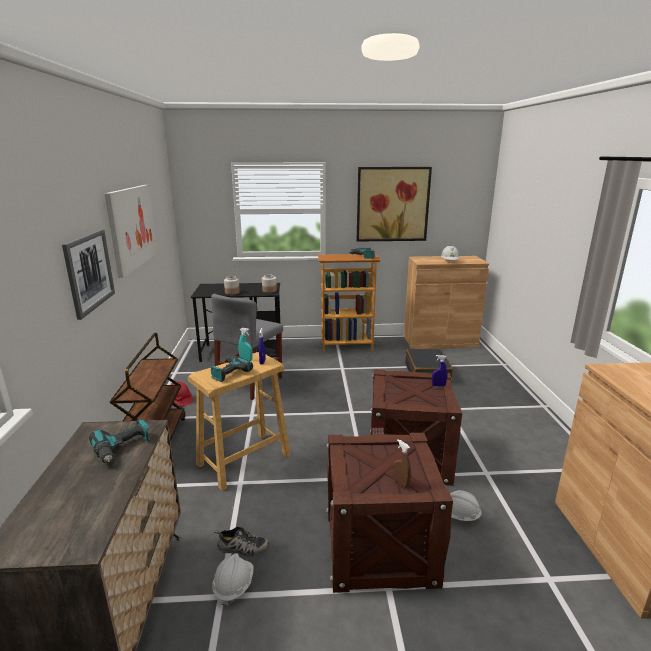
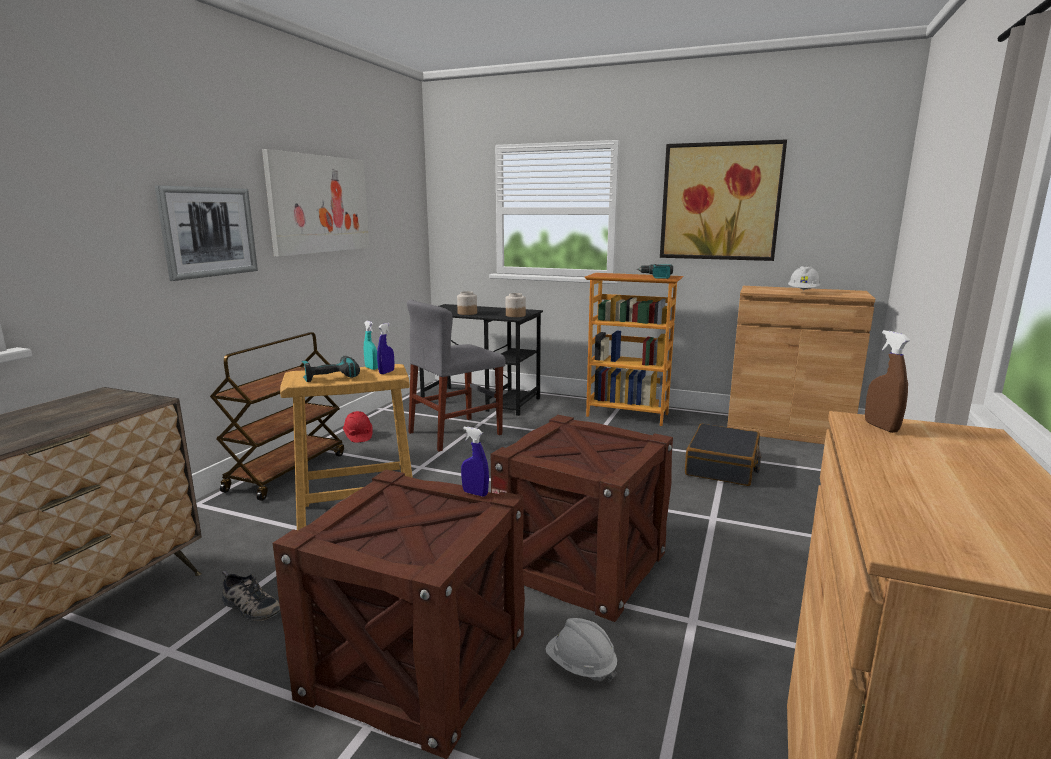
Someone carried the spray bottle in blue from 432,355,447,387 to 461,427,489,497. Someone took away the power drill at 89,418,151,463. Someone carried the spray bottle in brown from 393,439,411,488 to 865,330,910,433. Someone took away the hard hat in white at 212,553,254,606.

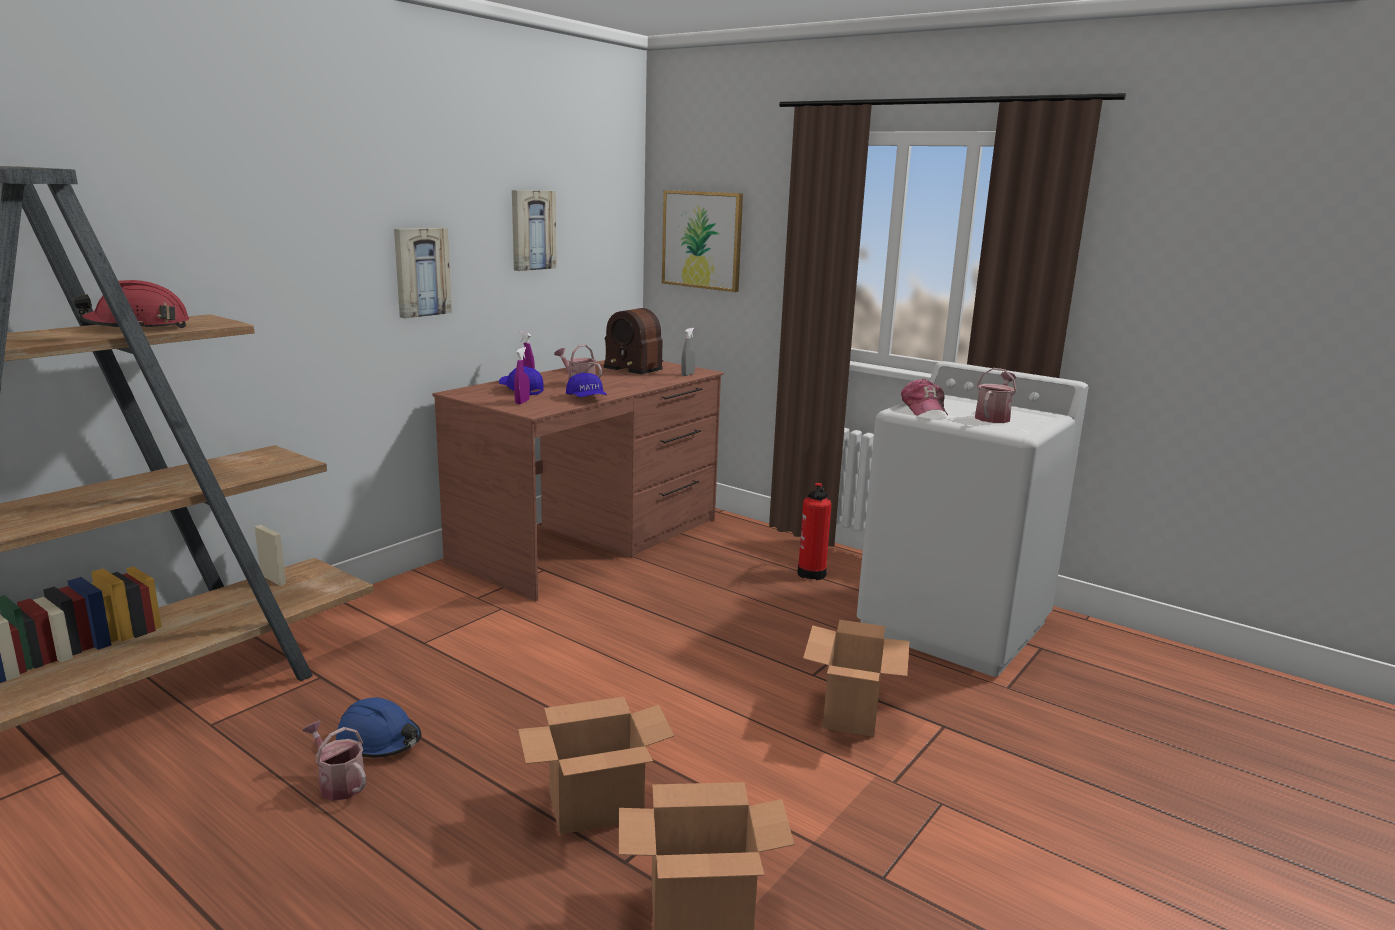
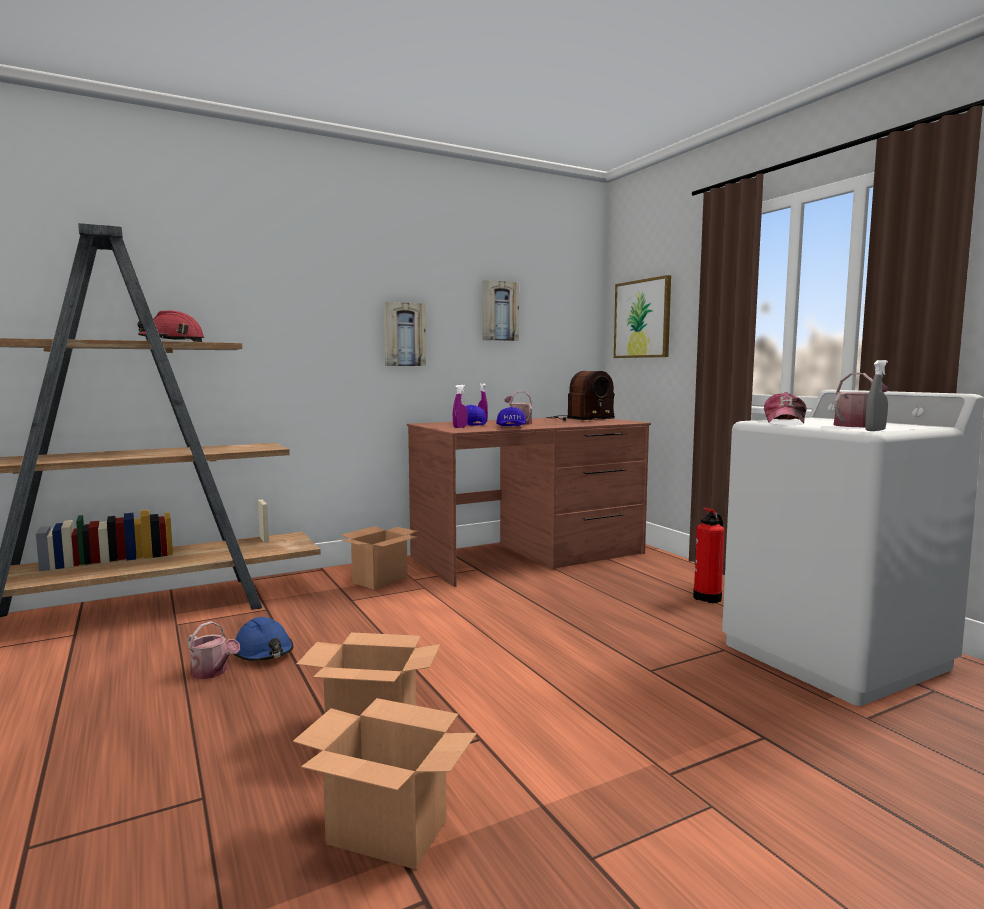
Someone rotated the radio at 603,308,663,374 by 90 degrees counterclockwise. Someone carried the spray bottle in grey from 681,328,695,376 to 865,360,888,431. Someone carried the cardboard box from 803,620,909,737 to 339,526,418,590. Someone rotated the watering can at 302,721,366,801 by 150 degrees clockwise.

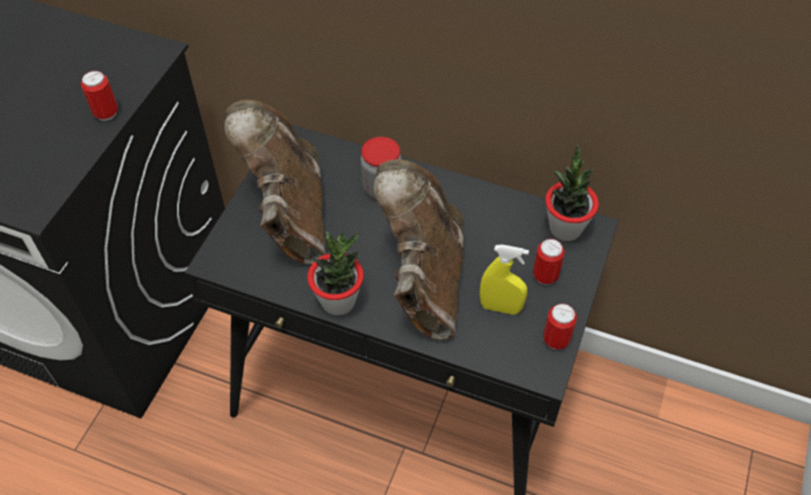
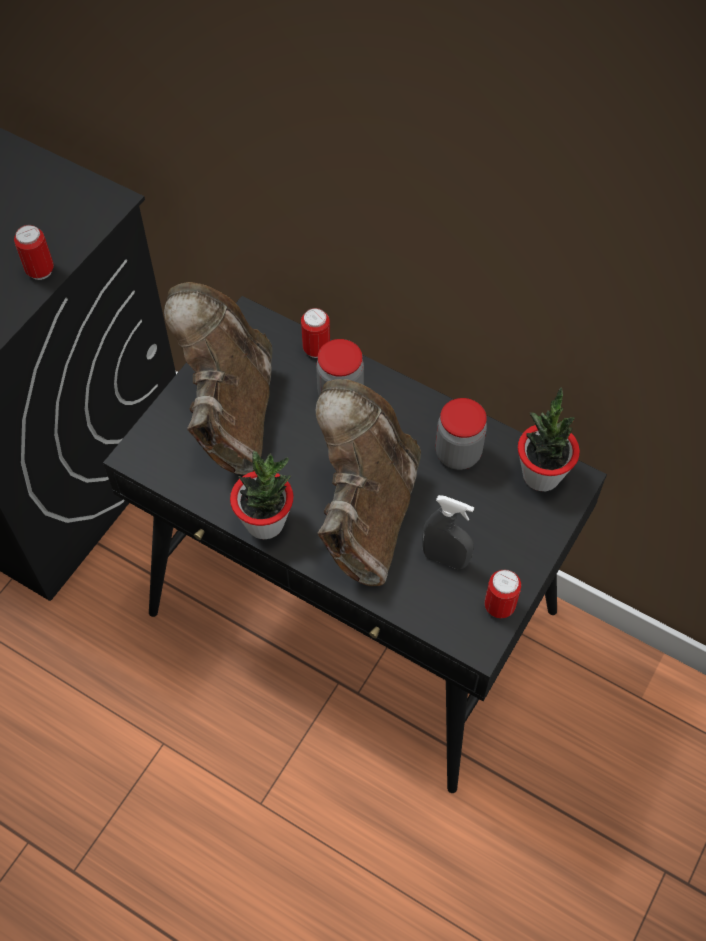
Someone carried the can from 533,239,565,285 to 301,308,330,358. Someone repainted the spray bottle in yellow at 480,245,529,315, which became the spray bottle in grey at 422,495,474,570. Someone put down the jar at 435,398,487,470.

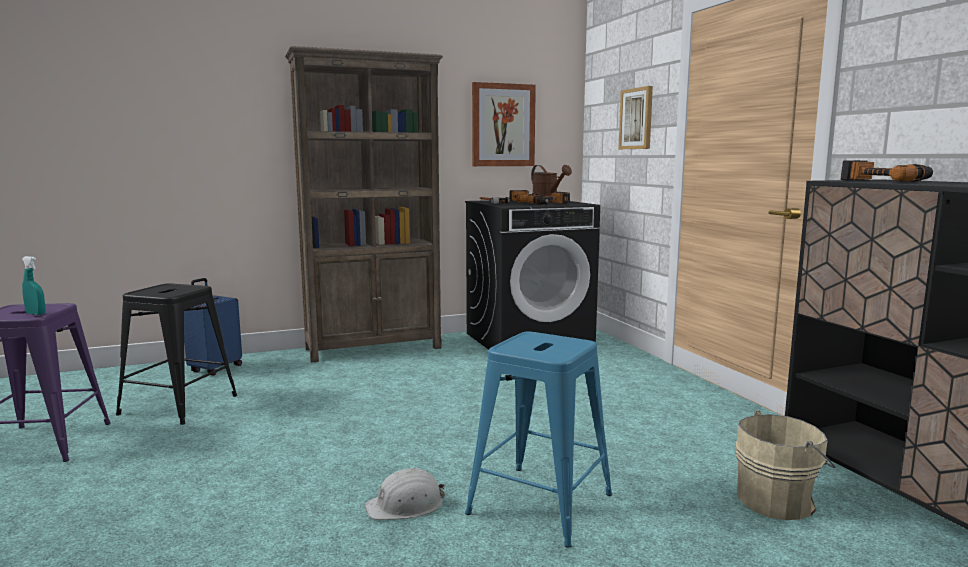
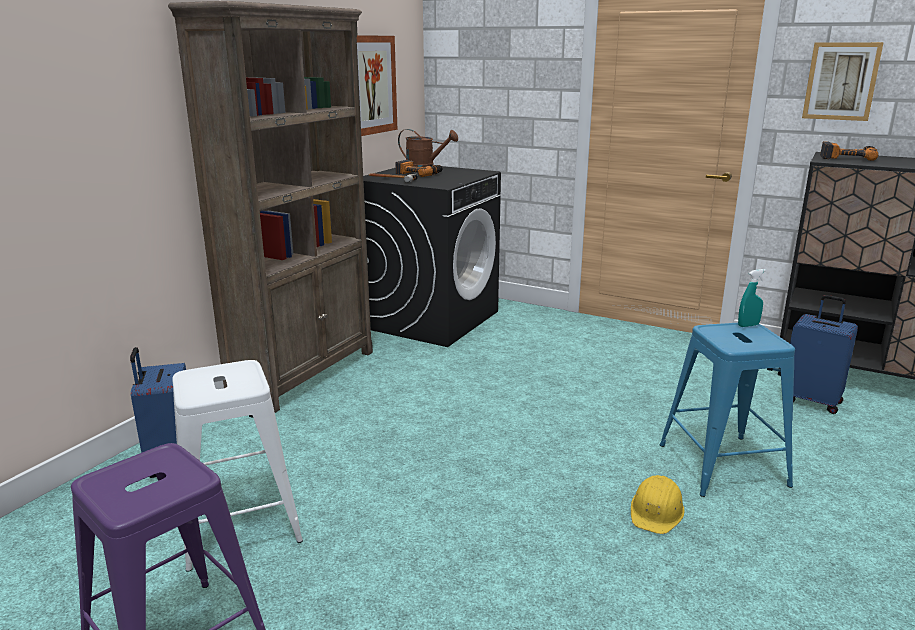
Someone carried the picture from 619,86,653,149 to 802,42,884,121. Someone took away the power drill at 528,192,570,205. Someone carried the spray bottle in turquoise from 22,256,45,315 to 738,269,766,327. Someone repainted the stool in black at 116,283,237,425, which became the stool in white at 172,360,303,572. Someone swapped the bucket in beige at 735,410,835,520 for the suitcase in blue at 790,295,858,414. Someone repainted the hard hat in white at 365,468,445,520, which became the hard hat in yellow at 631,475,685,534.

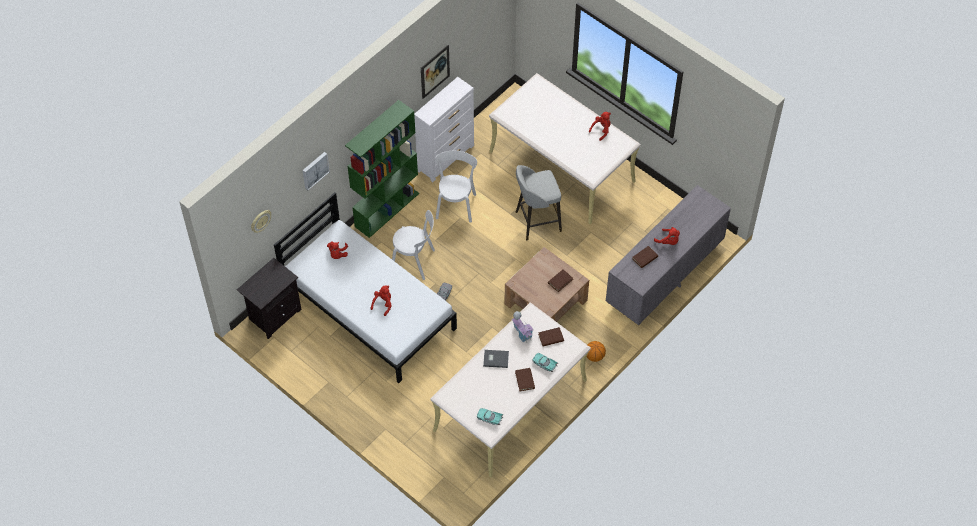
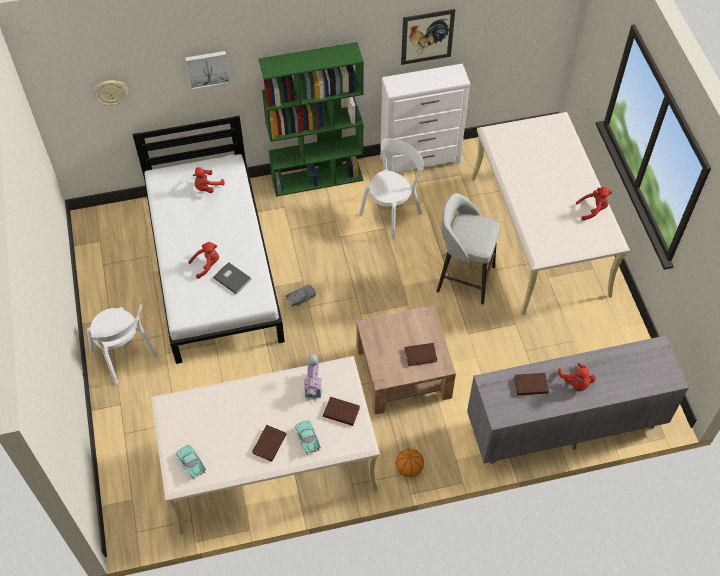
Someone carried the chair in white from 392,210,435,280 to 87,304,158,385. Someone took away the nightstand in black at 237,258,301,339. Someone carried the book in grey from 483,350,509,368 to 213,262,251,294.

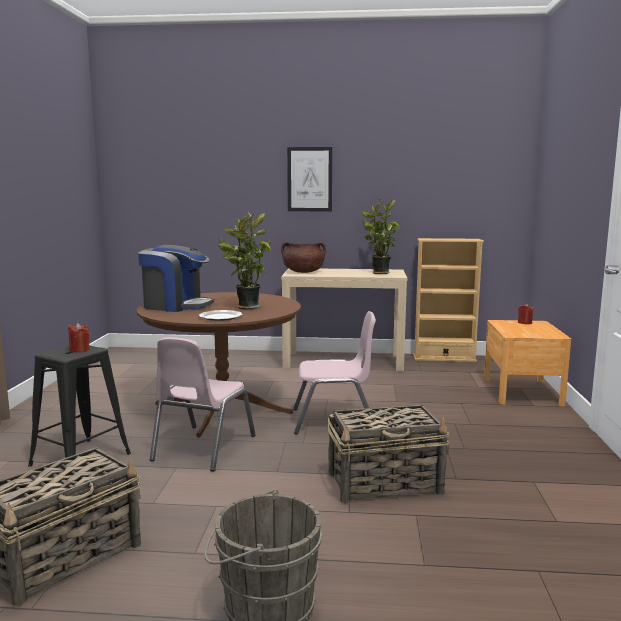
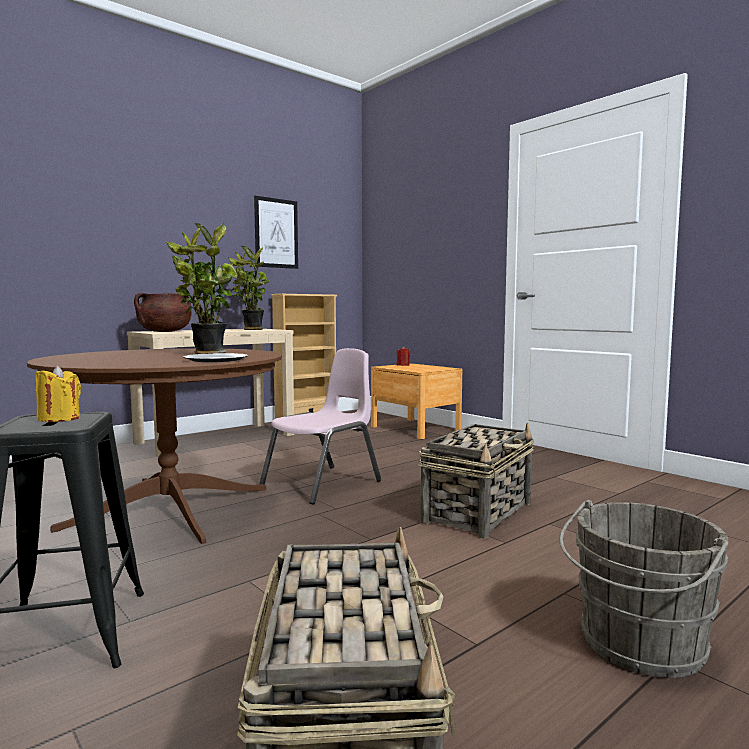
Someone carried the picture from 287,147,332,211 to 254,196,298,269. Someone took away the coffee machine at 138,245,214,312. Someone repainted the candle in red at 68,323,90,352, which became the candle in yellow at 35,365,81,422. Someone took away the chair in pink at 150,337,256,472.

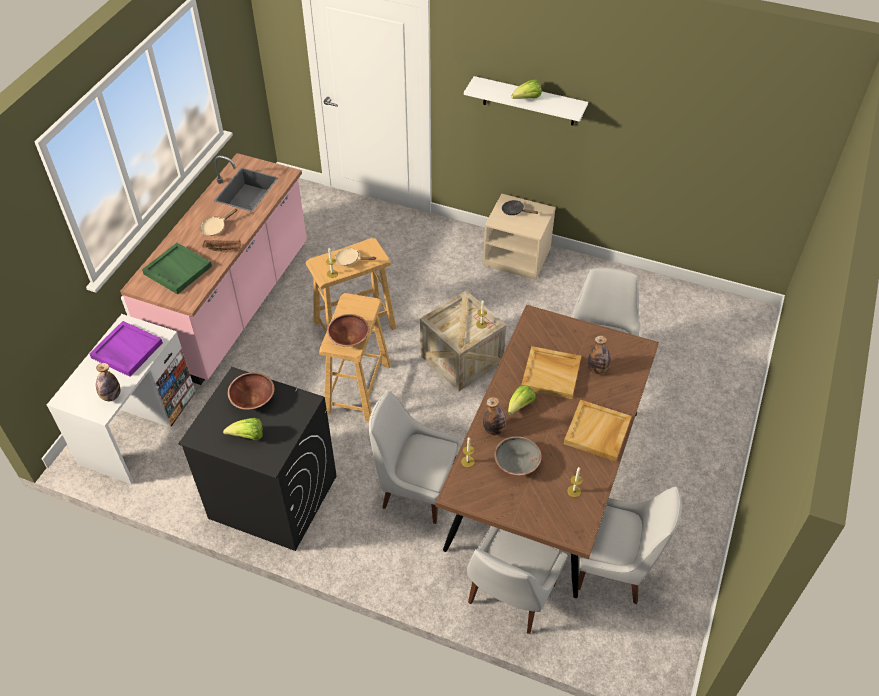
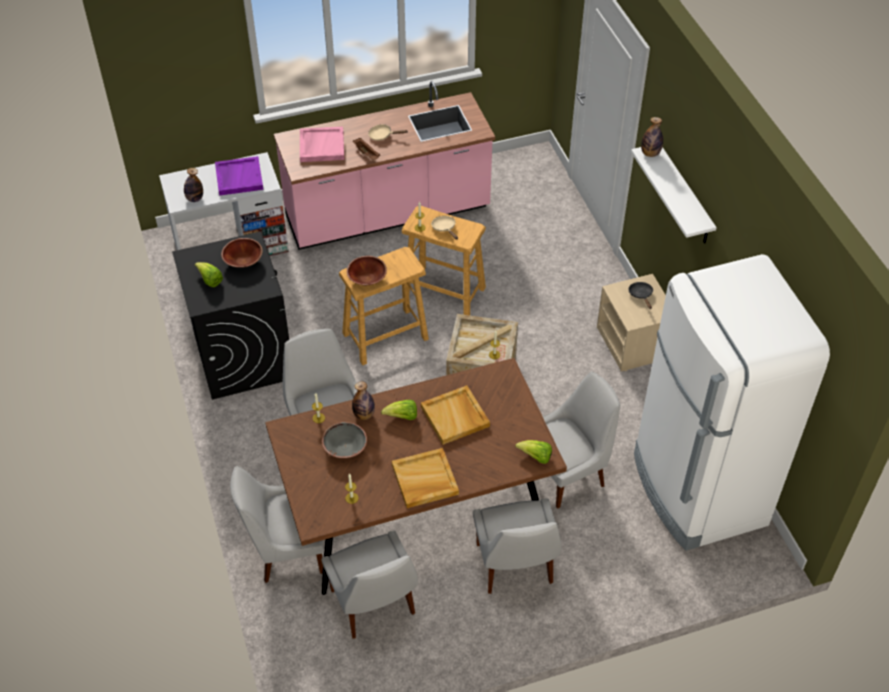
Someone carried the lettuce from 512,80,542,99 to 515,440,552,464. Someone repainted the tray in green at 142,243,212,294, which became the tray in pink at 300,127,344,162. Someone carried the bottle from 588,335,610,374 to 641,117,663,157. Someone put down the fridge in white at 634,254,830,551. Someone put down the chair in white at 473,499,562,594.

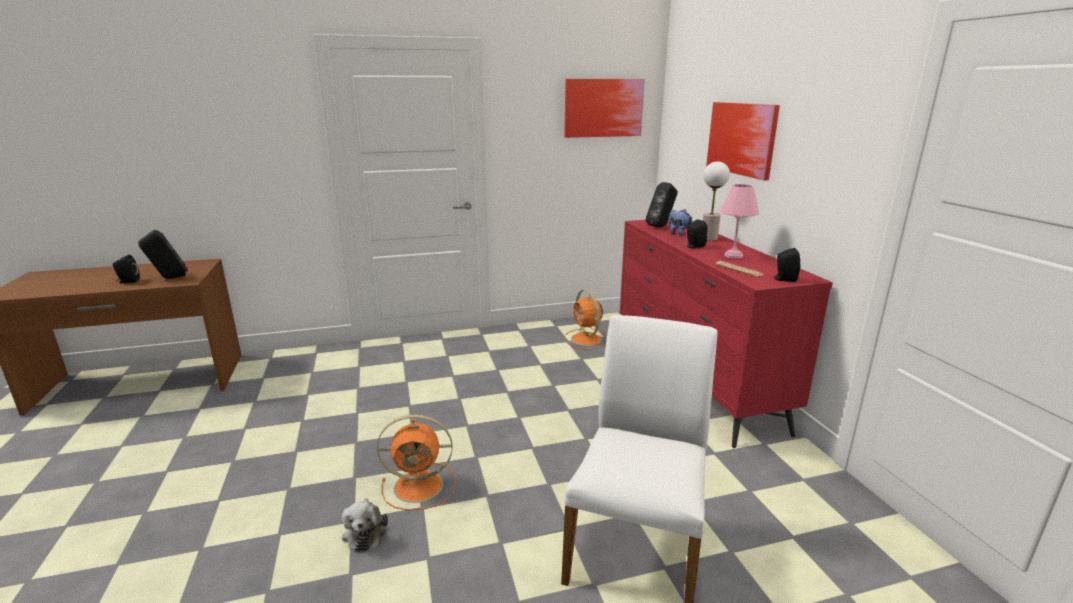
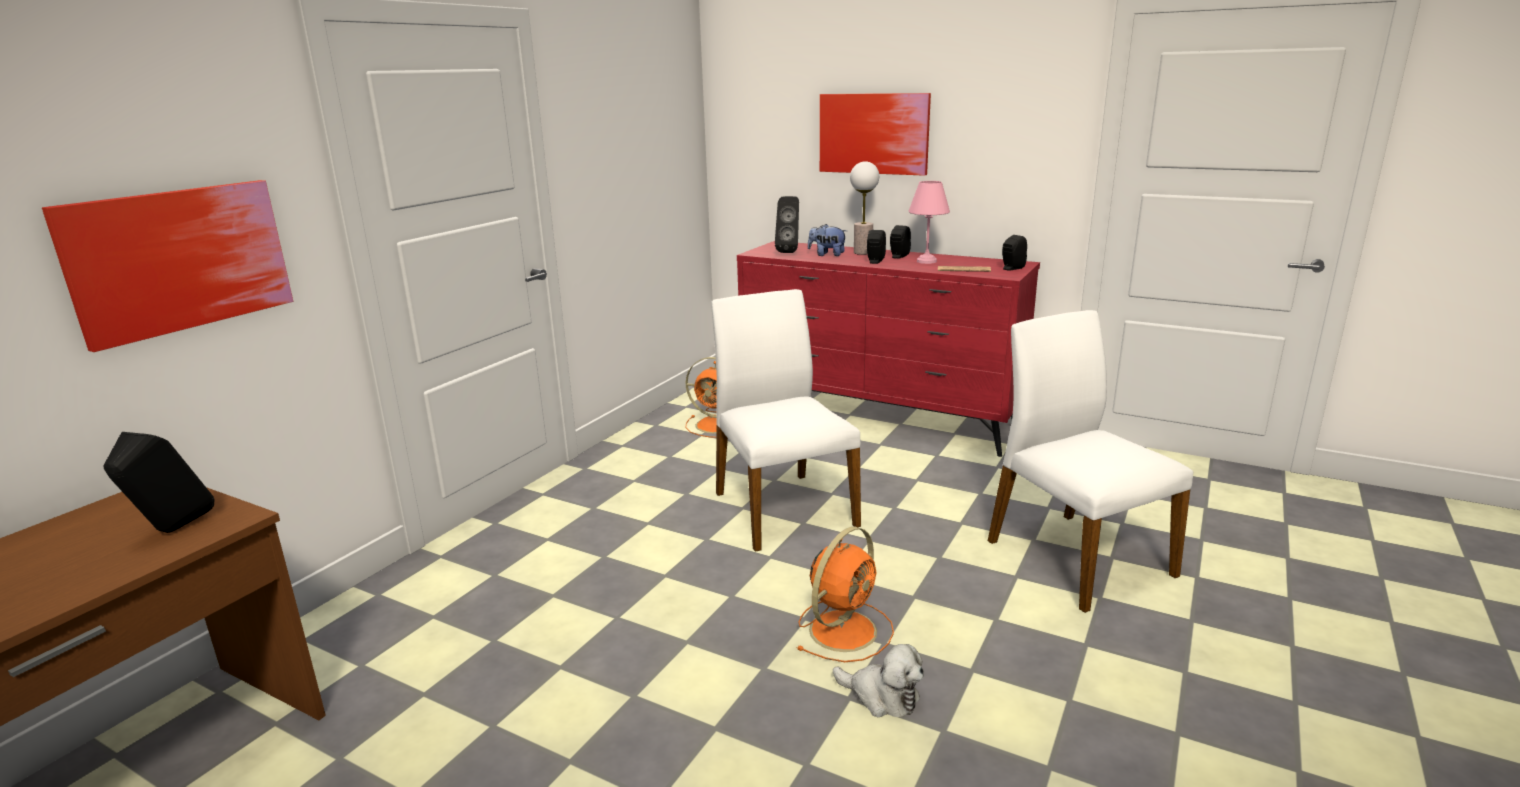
Someone carried the picture from 564,79,645,138 to 42,180,293,352. Someone carried the speaker in black from 112,255,140,283 to 890,225,911,259. Someone put down the chair in white at 711,289,861,552.

